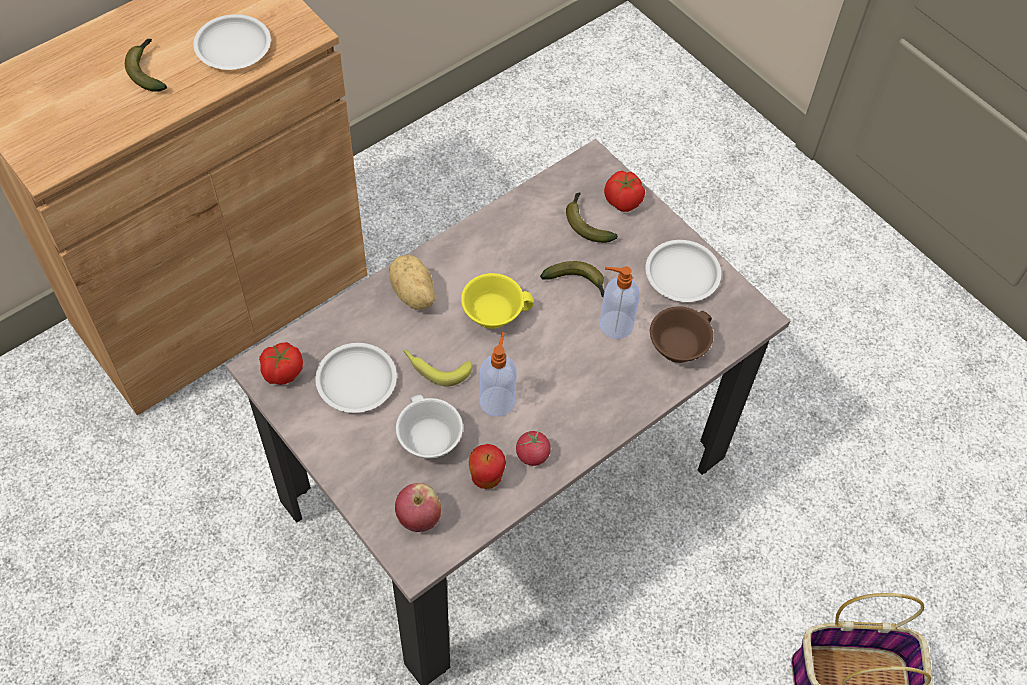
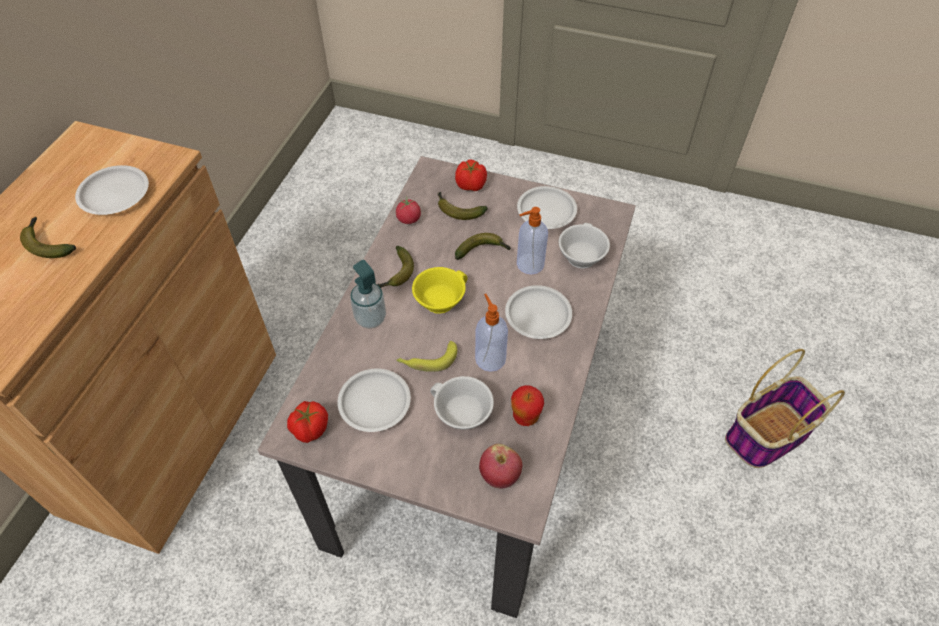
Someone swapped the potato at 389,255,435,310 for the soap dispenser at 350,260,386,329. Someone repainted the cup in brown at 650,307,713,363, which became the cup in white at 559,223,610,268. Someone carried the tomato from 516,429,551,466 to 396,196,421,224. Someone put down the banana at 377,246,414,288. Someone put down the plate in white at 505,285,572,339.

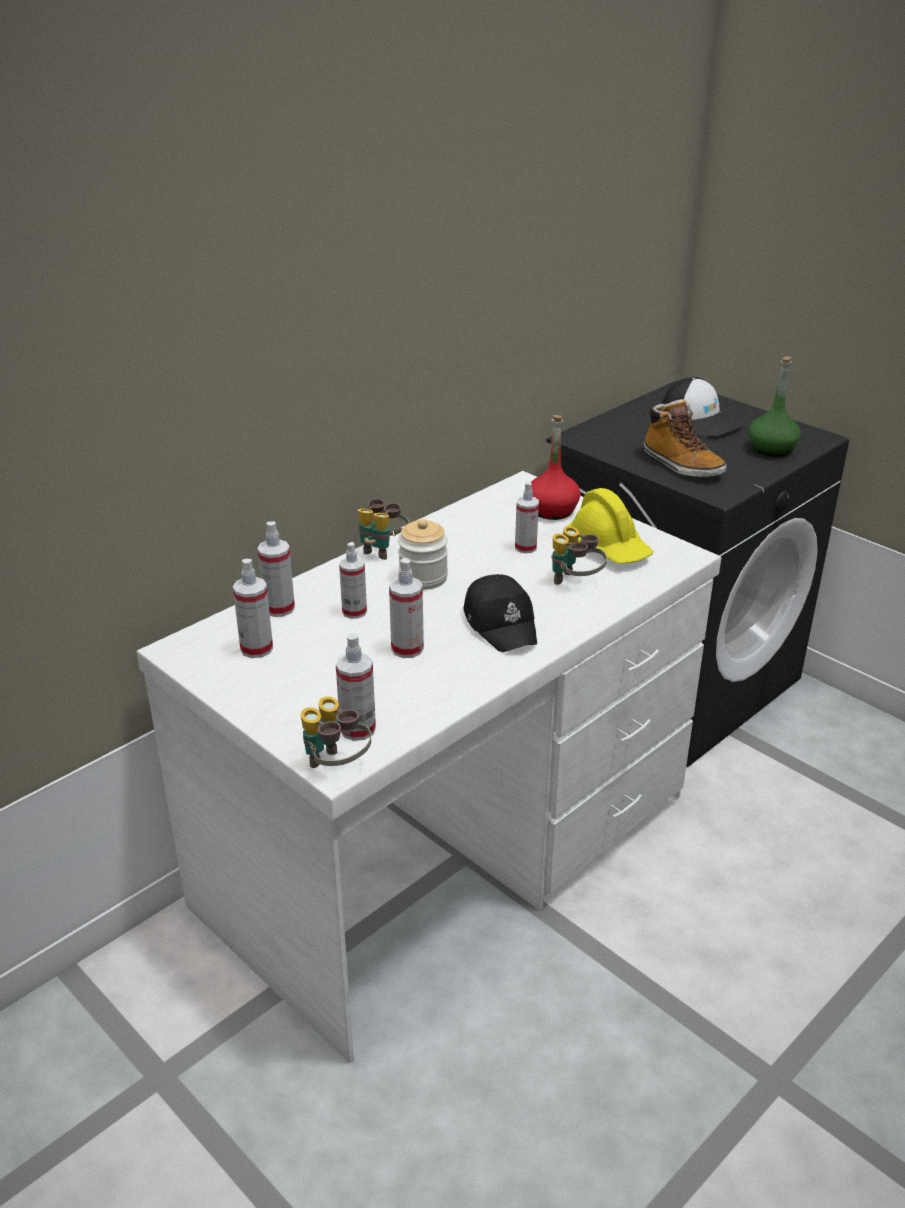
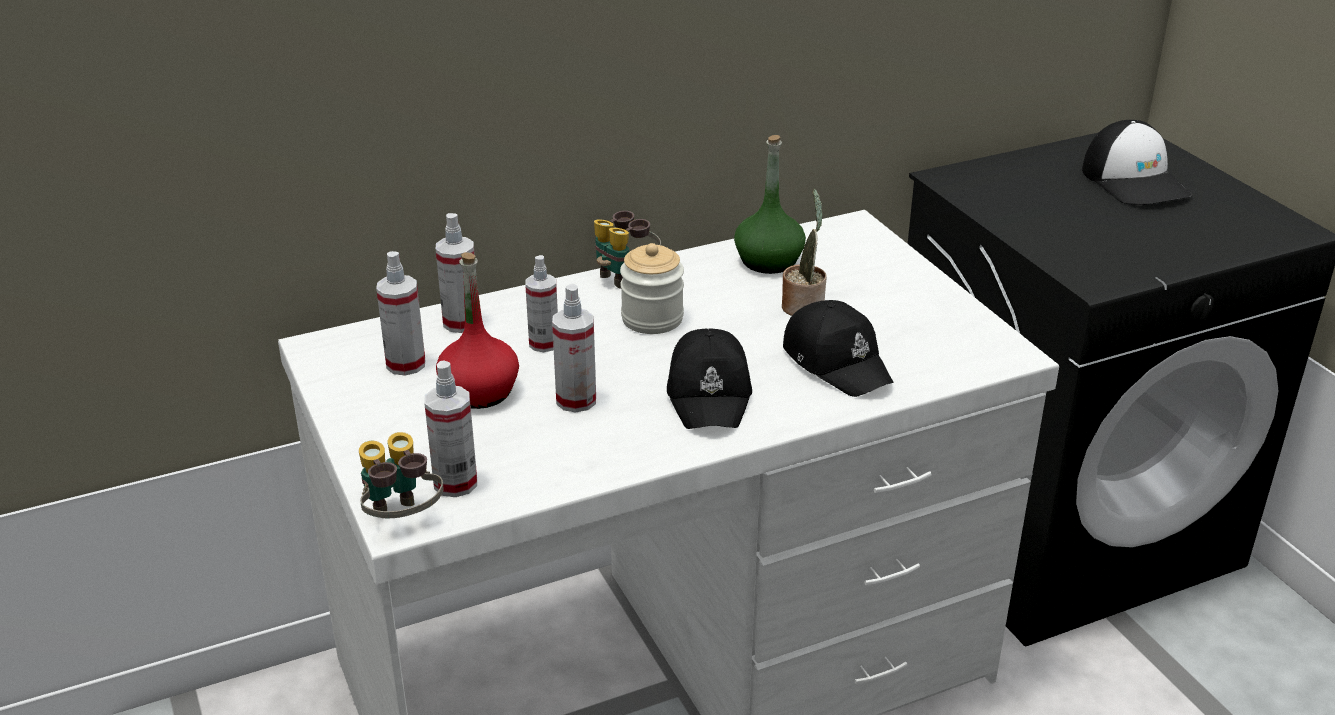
Someone carried the bottle in green from 748,356,801,457 to 734,135,806,274. Someone took away the boot at 643,399,727,478. Someone carried the bottle in red from 531,415,581,520 to 436,252,519,409. Someone swapped the spray bottle at 515,482,539,554 for the potted plant at 782,189,827,316. Someone took away the hard hat in yellow at 567,488,653,564. Someone swapped the binoculars at 551,526,607,585 for the cap in black at 783,300,893,397.

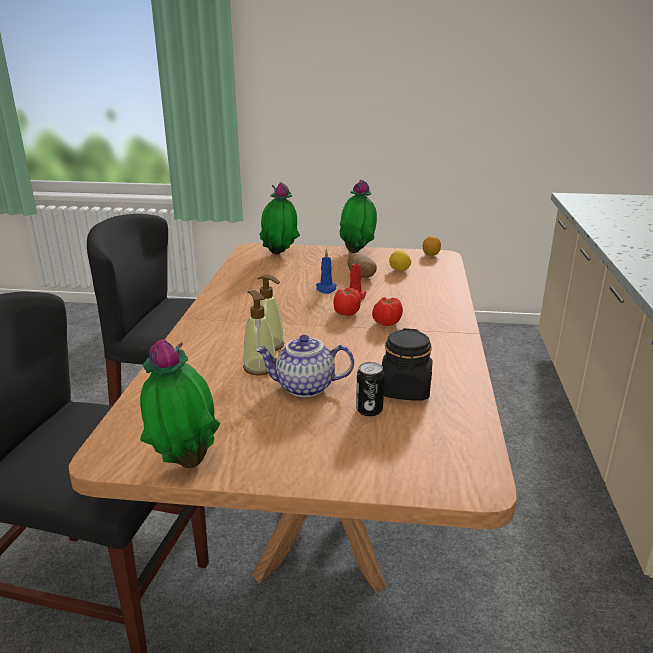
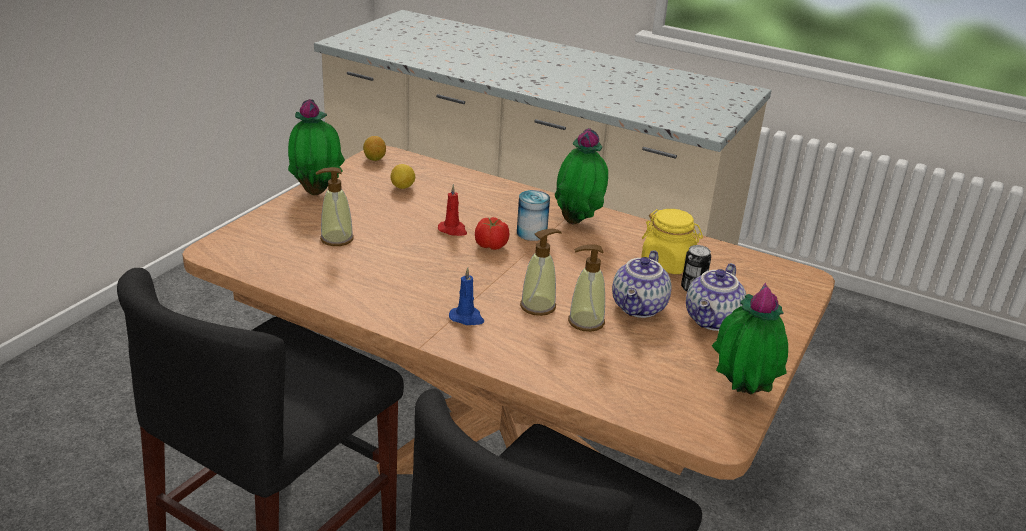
Someone carried the potted plant from 259,182,300,254 to 555,128,608,224. Someone carried the candle in blue from 316,249,337,294 to 449,267,484,325. Someone took away the potato at 347,253,377,278. Someone swapped the tomato at 372,297,403,326 for the can at 517,190,550,241. Someone repainted the jar in black at 382,328,432,401, which became the jar in yellow at 641,209,703,274. Someone put down the soap dispenser at 316,167,354,246. Someone put down the teapot at 686,263,746,331.

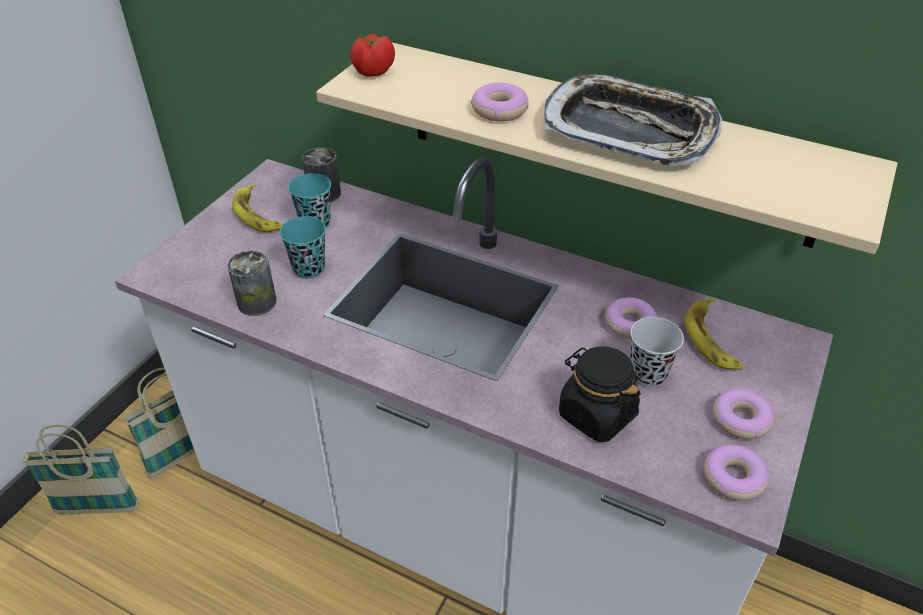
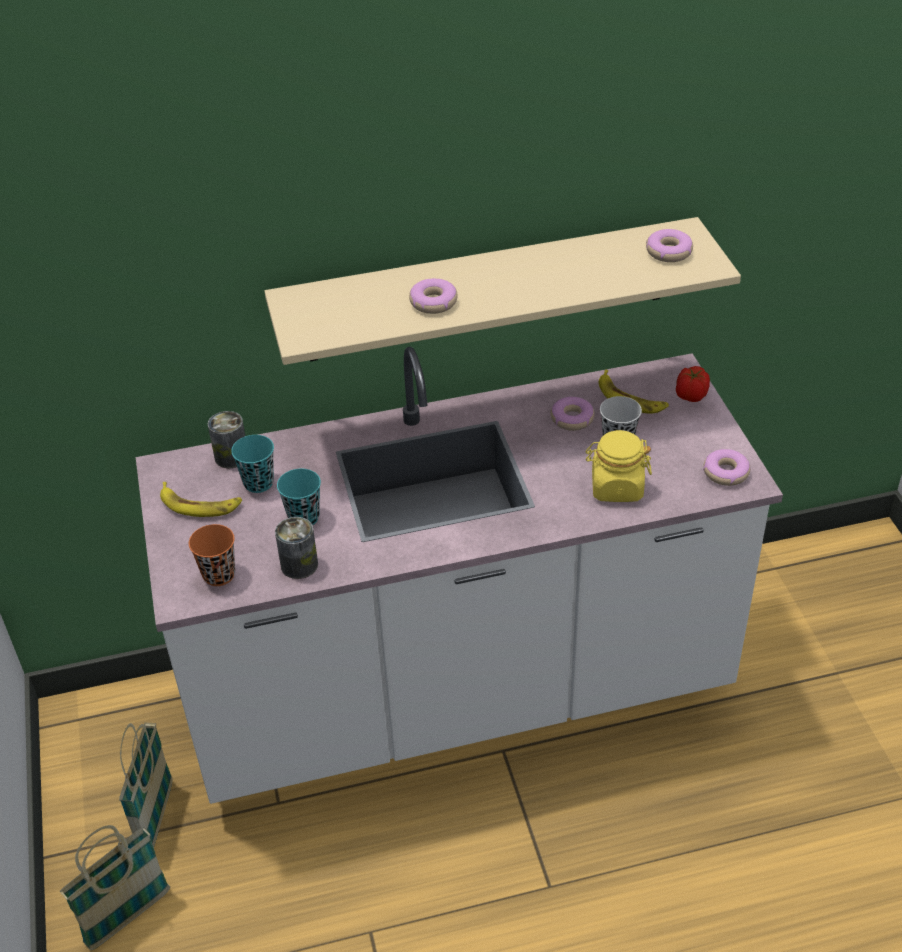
Someone carried the tomato from 350,33,395,77 to 676,366,710,402. Someone took away the tray at 544,74,722,166. Someone repainted the jar in black at 559,346,641,442, which became the jar in yellow at 585,430,652,502. Someone carried the donut from 713,389,774,439 to 646,229,693,262. Someone put down the cup in orange at 189,524,235,586.

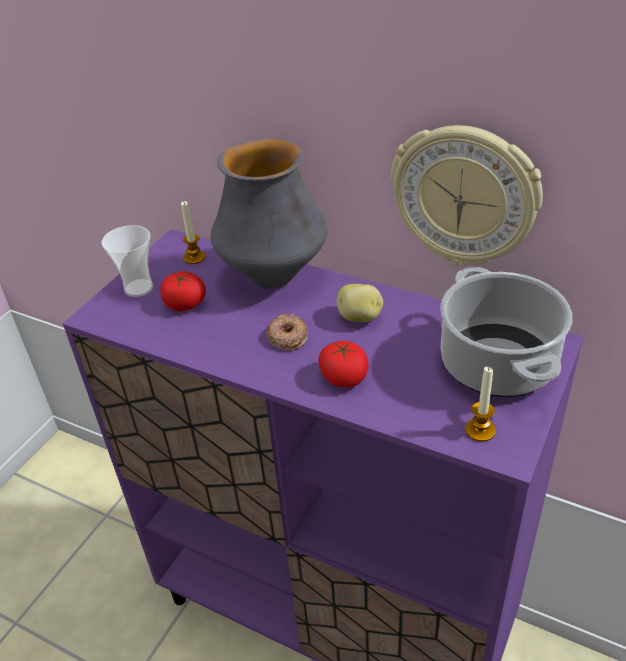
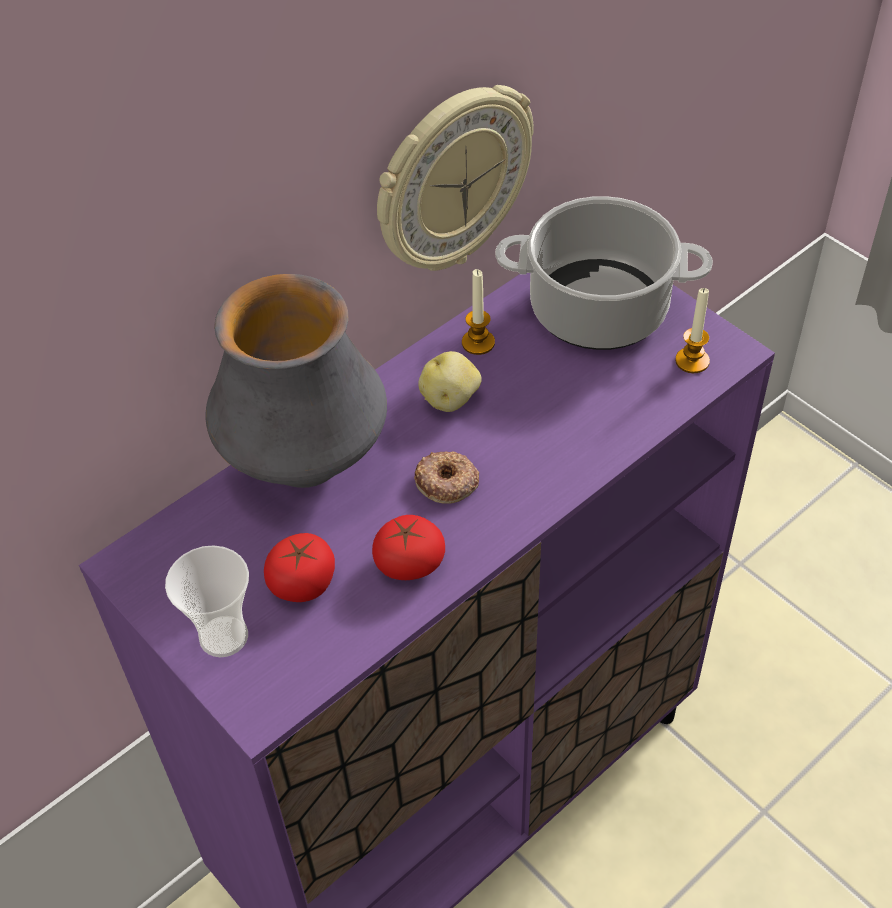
Someone carried the candle from 181,201,206,264 to 462,269,495,355. Someone carried the tomato from 318,341,369,388 to 372,515,445,580.

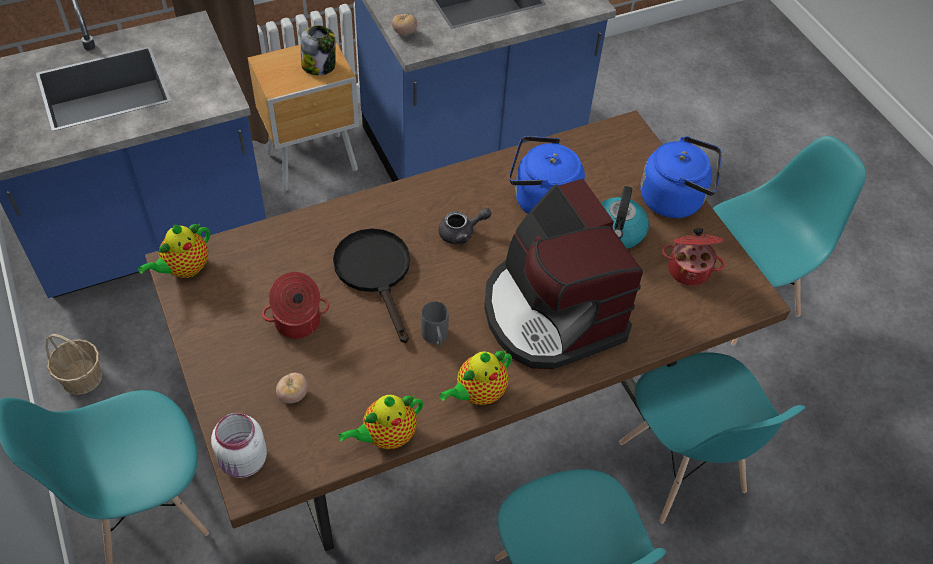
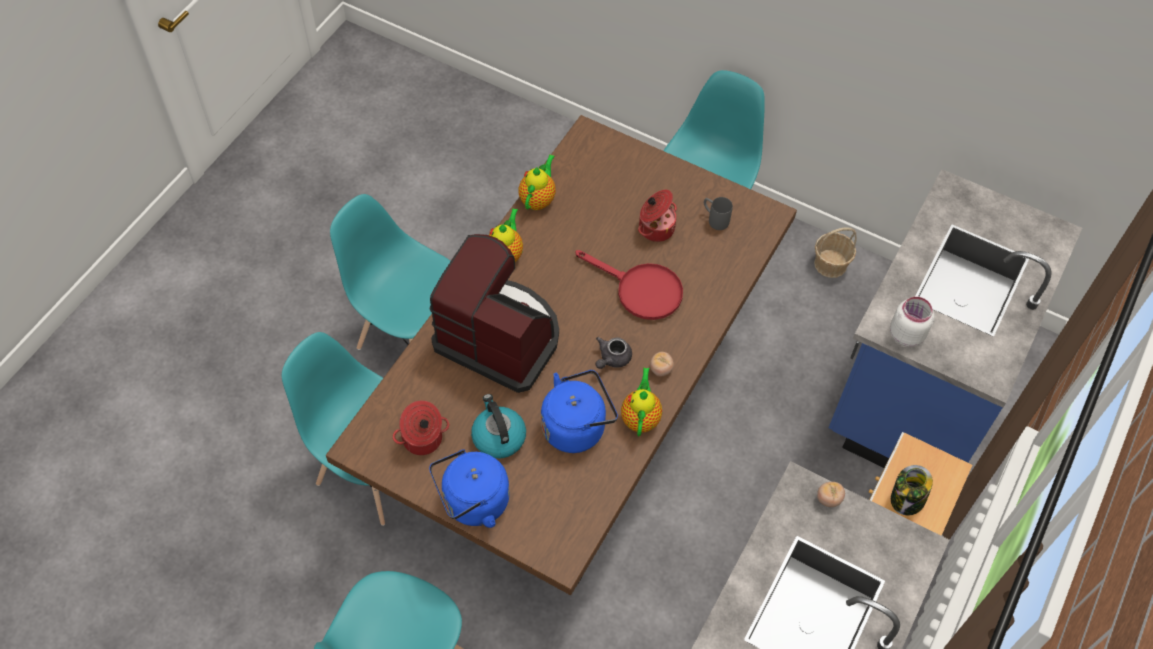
Someone carried the teapot from 138,223,210,278 to 621,367,662,436. Someone repainted the frying pan in black at 333,228,410,343, which became the frying pan in red at 576,250,683,320. Someone carried the mug in grey from 421,301,449,346 to 704,197,733,230. Someone carried the tomato from 276,373,308,403 to 650,352,674,377. Someone carried the jar in white from 211,413,267,478 to 890,297,934,347.

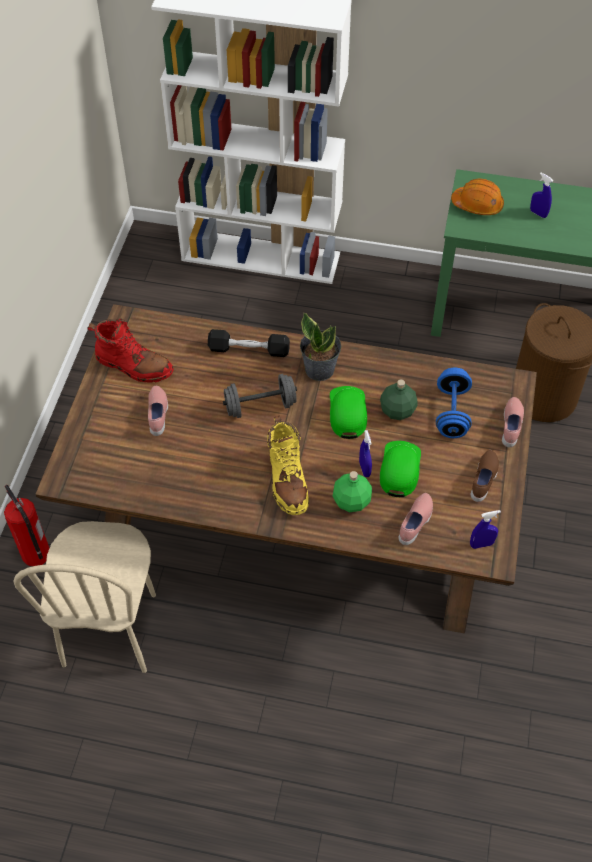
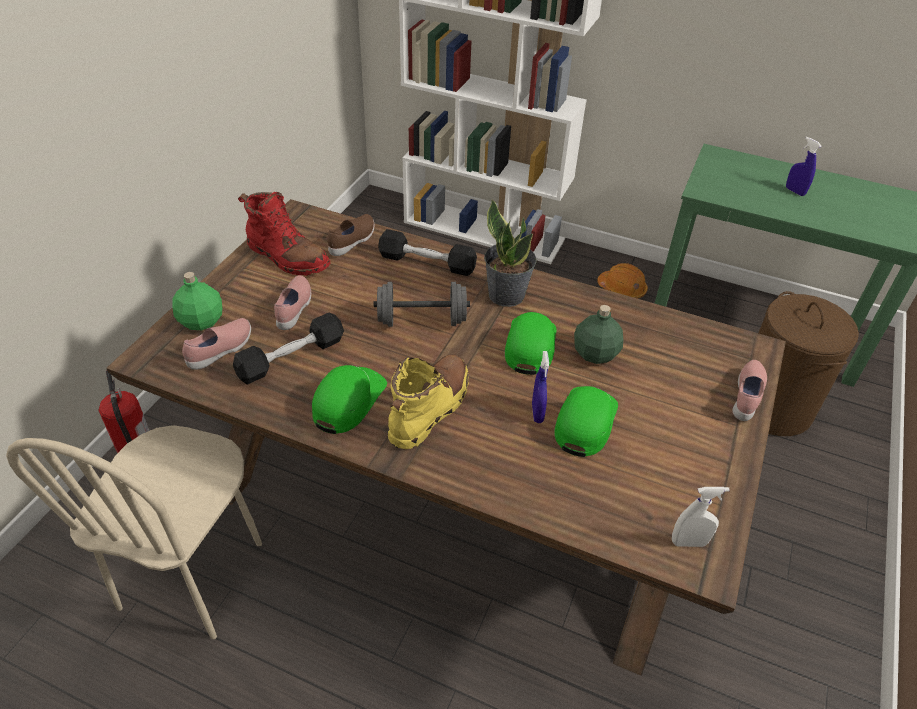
Someone carried the hard hat in orange from 451,179,504,215 to 597,263,648,298. Someone took away the dumbbell in blue at 436,368,472,438. Someone rotated the boot in yellow at 267,415,309,515 by 150 degrees counterclockwise. Someone carried the shoe in brown from 471,450,499,502 to 327,214,374,256. Someone carried the bottle in green from 333,471,372,512 to 172,272,222,330. Someone carried the shoe in pink from 398,493,433,545 to 182,318,251,370. Someone repainted the spray bottle in blue at 470,510,501,549, which became the spray bottle in white at 672,487,730,547. Someone put down the dumbbell in black at 233,313,344,384. Someone put down the cap in green at 312,365,387,434.

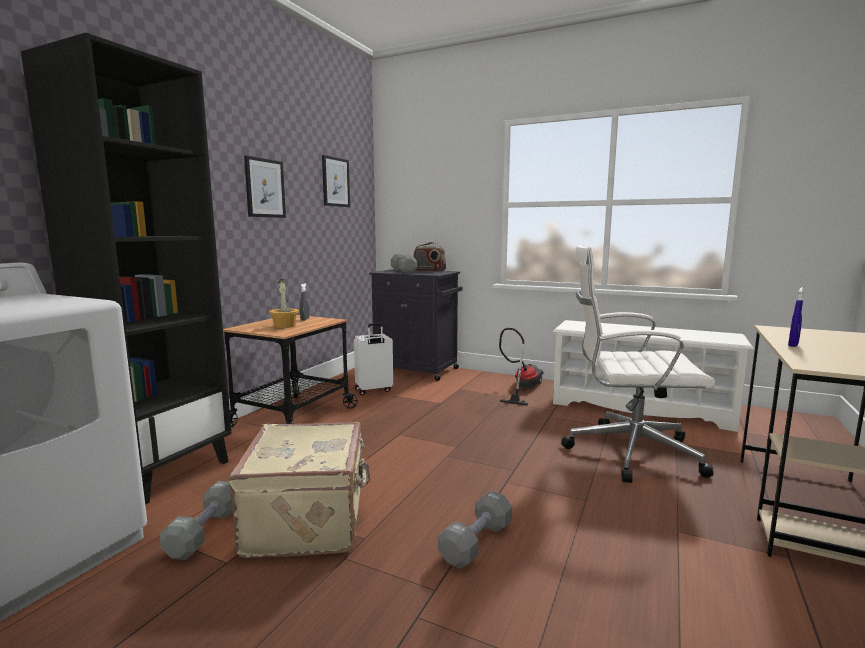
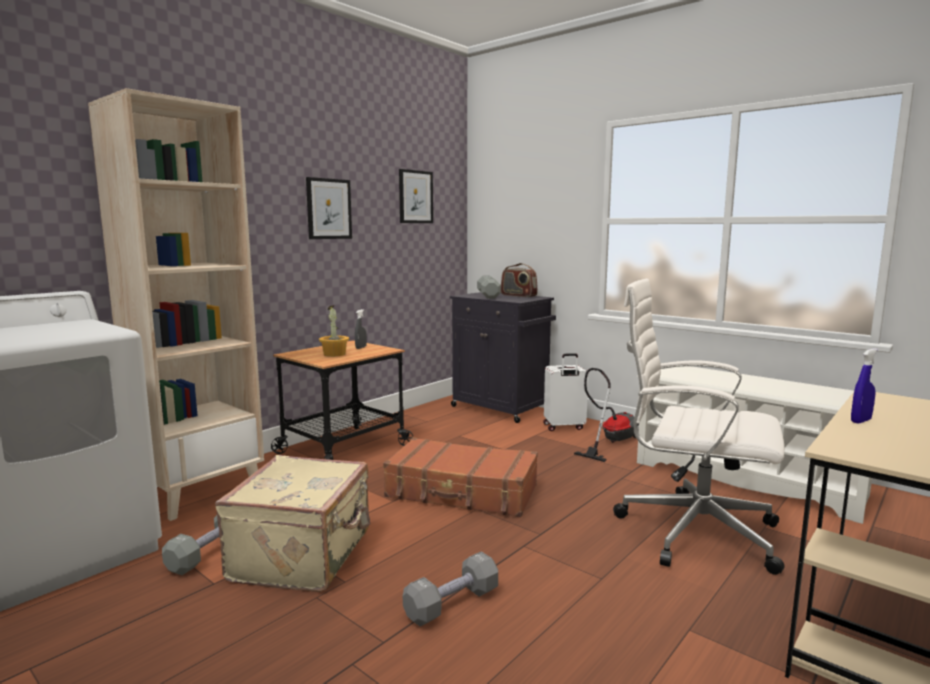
Someone repainted the bookcase in black at 21,33,232,505, which became the bookcase in beige at 88,88,264,521. Someone carried the suitcase in white from 354,323,393,395 to 543,353,588,431. Someone put down the suitcase in brown at 383,438,538,517.

